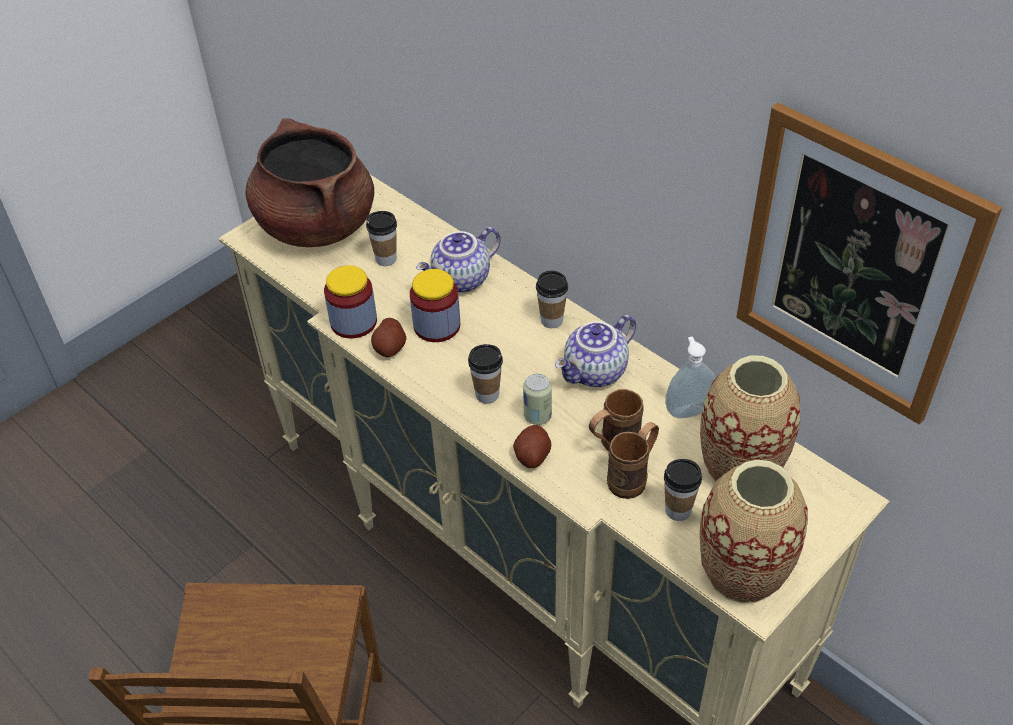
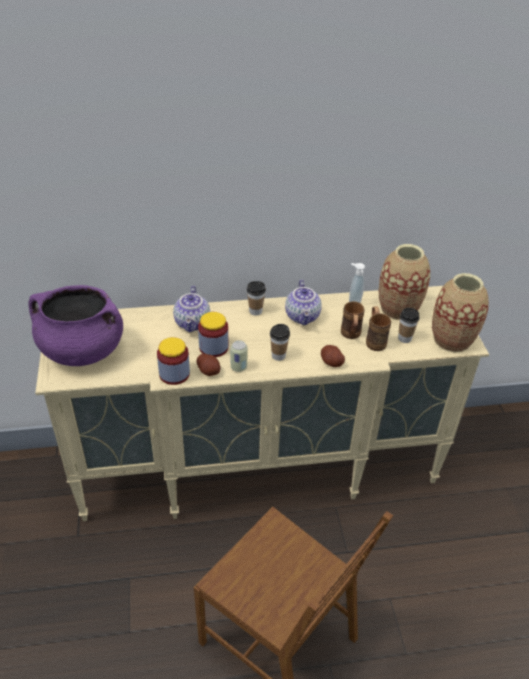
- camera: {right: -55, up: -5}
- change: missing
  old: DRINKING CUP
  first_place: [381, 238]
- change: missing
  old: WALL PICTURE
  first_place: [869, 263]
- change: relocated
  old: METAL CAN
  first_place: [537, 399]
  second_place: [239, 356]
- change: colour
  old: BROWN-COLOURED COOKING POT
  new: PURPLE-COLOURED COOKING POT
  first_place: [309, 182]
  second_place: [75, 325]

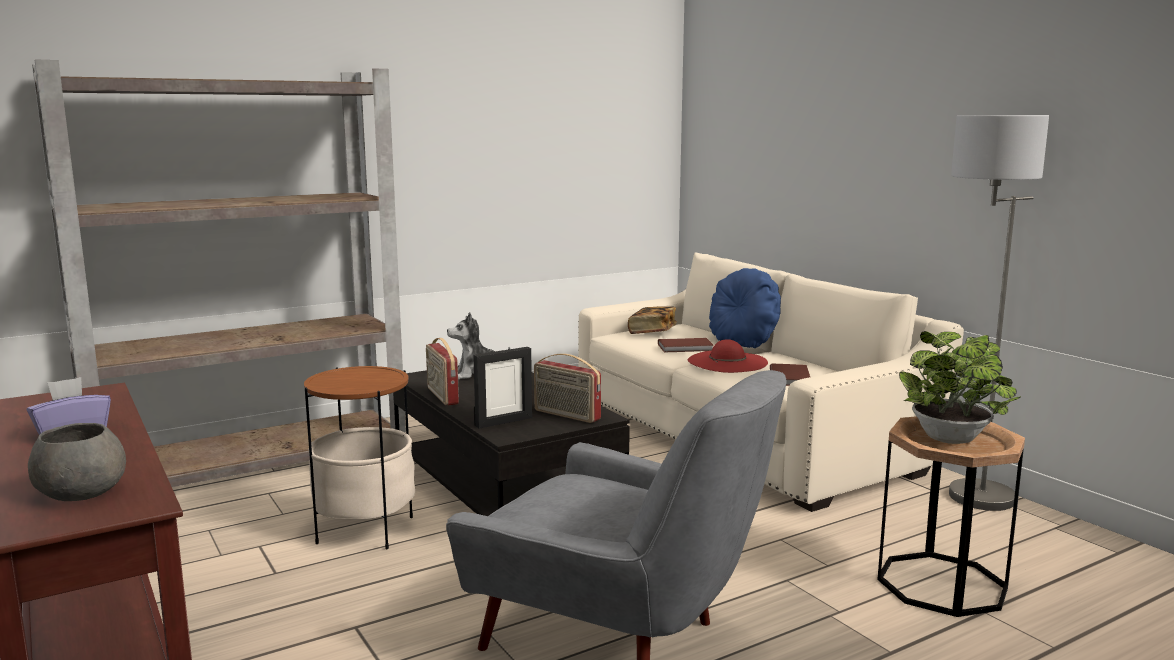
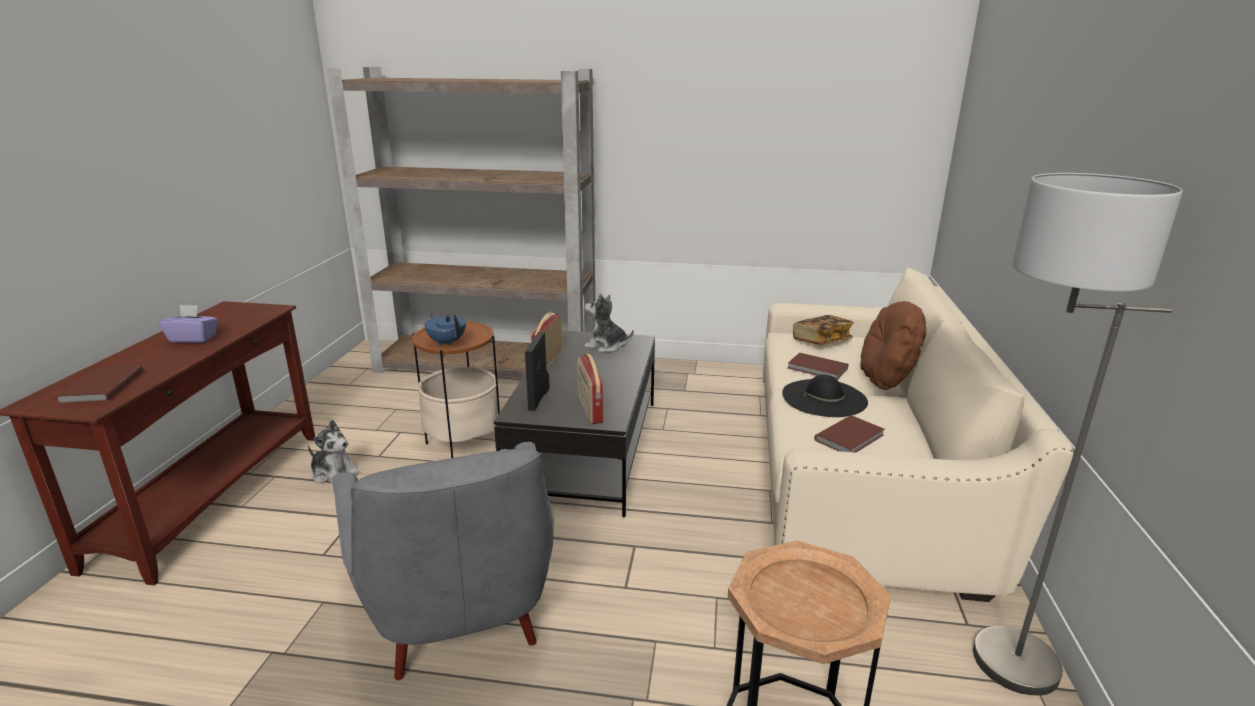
- camera: {right: 40, up: 10}
- change: missing
  old: PLANT IN A POT
  first_place: [960, 387]
- change: appeared
  new: SOFT TOY
  second_place: [334, 452]
- change: appeared
  new: BLUISH TEA POT
  second_place: [445, 330]
- change: exchanged
  old: GREY DEEP DISH
  new: BROWN-COLOURED BOUND BOOK
  first_place: [77, 462]
  second_place: [99, 384]
- change: colour
  old: REDDISH HAT
  new: BLACK-COLOURED HAT
  first_place: [728, 356]
  second_place: [825, 395]
- change: colour
  old: BLUISH CUSHION
  new: BROWN-COLOURED CUSHION
  first_place: [745, 308]
  second_place: [893, 345]
- change: spun
  old: STANDING FRAME
  first_place: [502, 388]
  second_place: [537, 371]
  degrees: 90

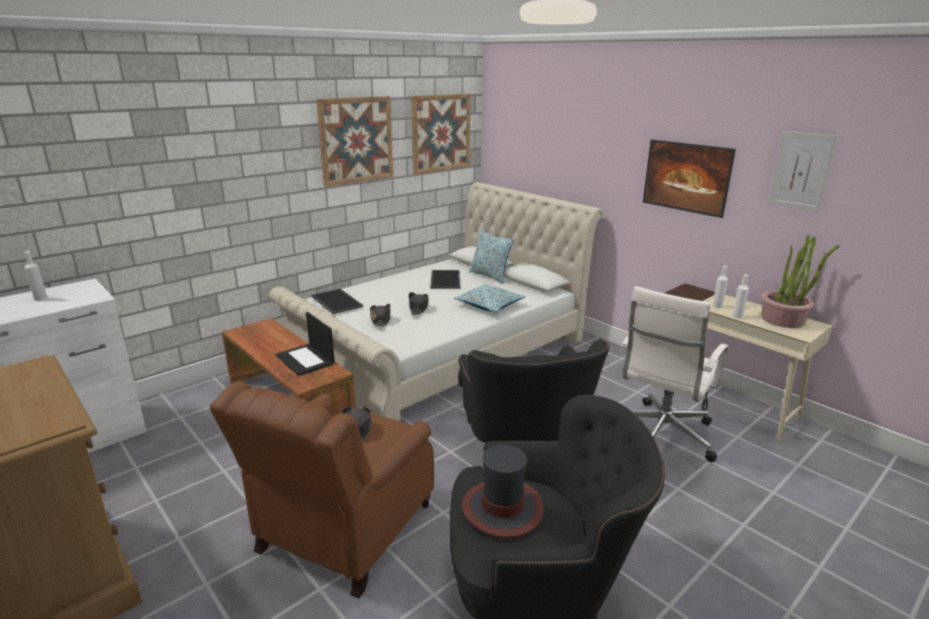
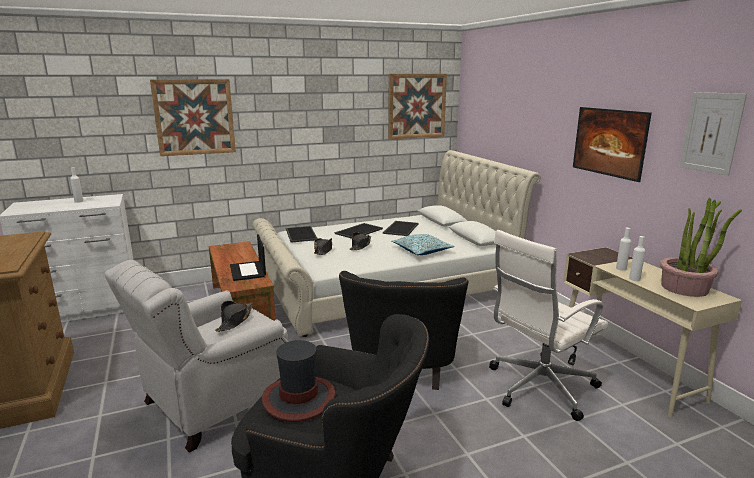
- camera: {right: 20, up: -5}
- change: missing
  old: CUSHION
  first_place: [491, 257]
- change: appeared
  new: TRAY
  second_place: [359, 231]
- change: relocated
  old: WALL PICTURE
  first_place: [354, 141]
  second_place: [193, 117]
- change: colour
  old: BROWN-COLOURED LOUNGE CHAIR
  new: WHITE-COLOURED LOUNGE CHAIR
  first_place: [322, 490]
  second_place: [196, 356]

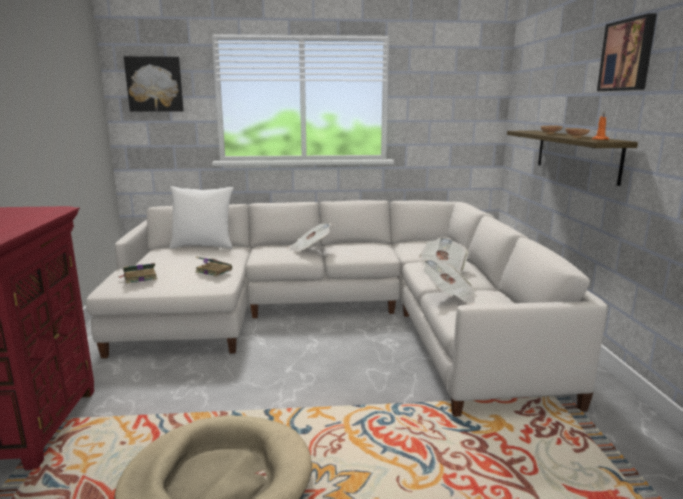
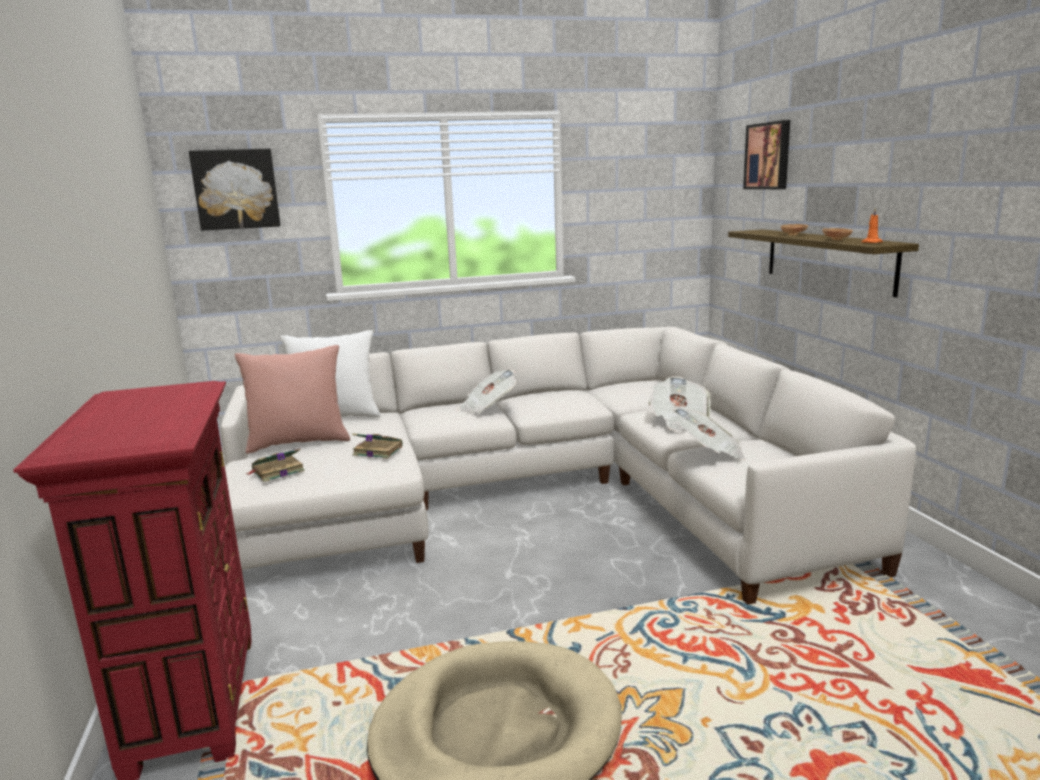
- camera: {right: -10, up: 0}
- change: appeared
  new: PINK-COLOURED CUSHION
  second_place: [292, 399]
- change: relocated
  old: WALL PICTURE
  first_place: [627, 52]
  second_place: [766, 154]

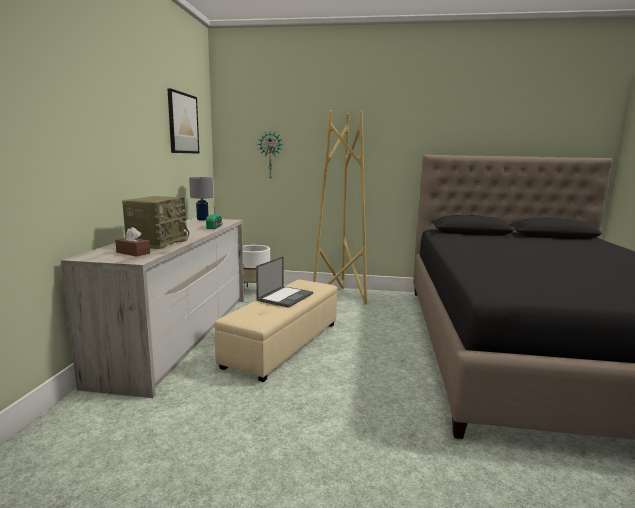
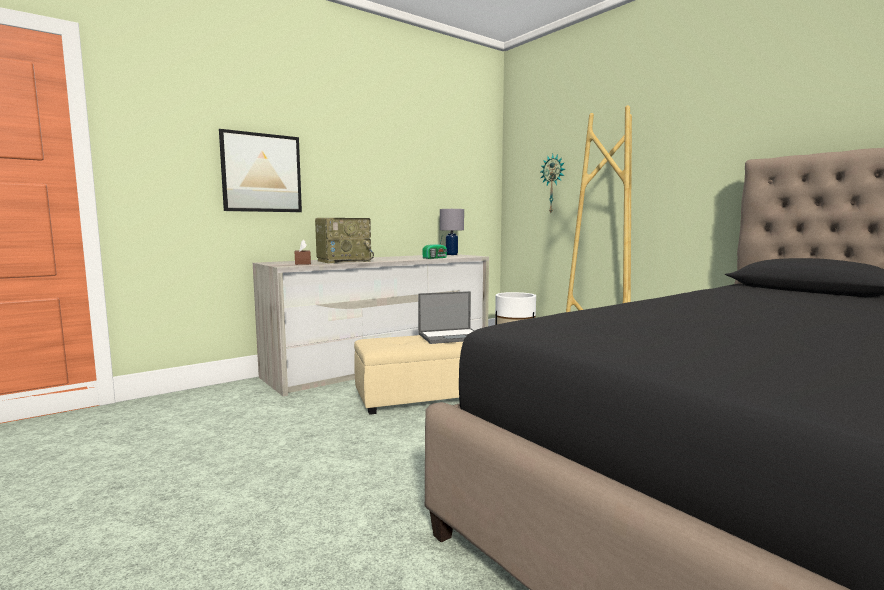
- camera: {right: 45, up: -5}
- change: relocated
  old: WALL PICTURE
  first_place: [183, 121]
  second_place: [260, 170]

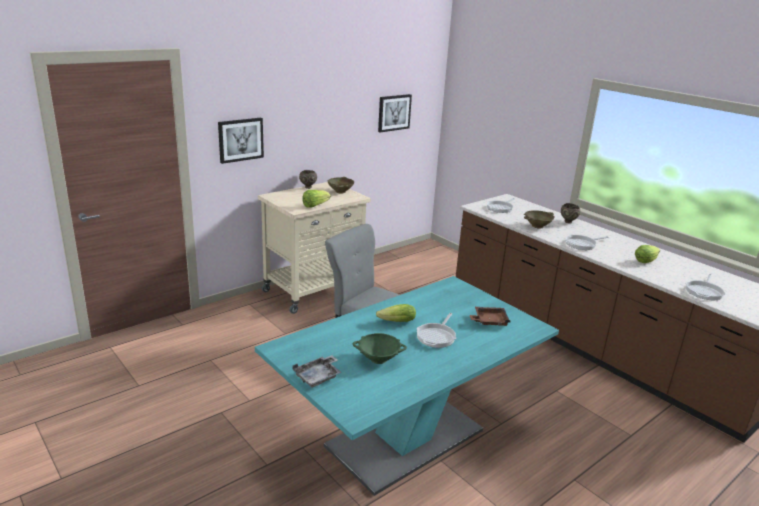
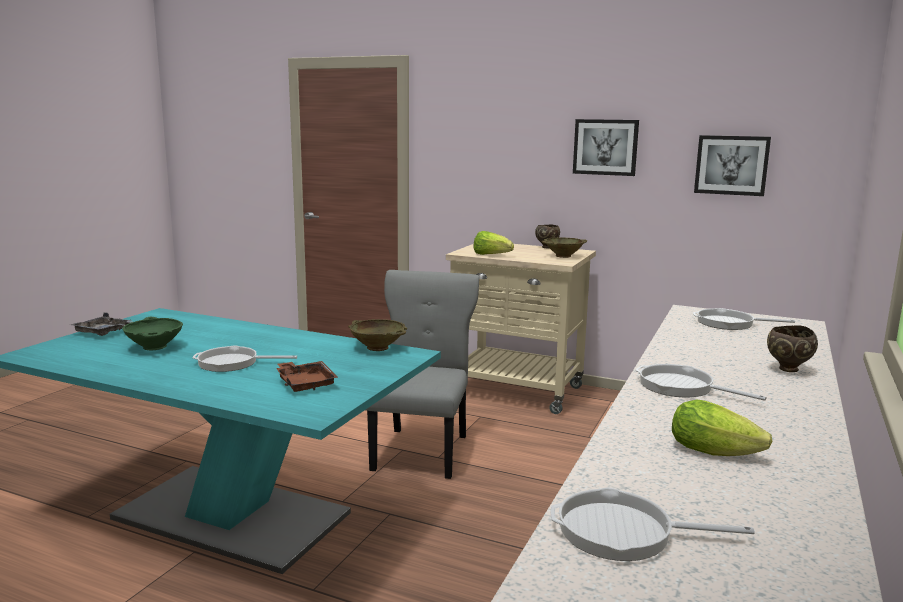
- camera: {right: 65, up: -10}
- change: missing
  old: HEAD OF LETTUCE
  first_place: [396, 313]
- change: relocated
  old: WALL PICTURE
  first_place: [241, 141]
  second_place: [606, 147]
- change: relocated
  old: BEIGE DEEP DISH
  first_place: [539, 219]
  second_place: [377, 335]

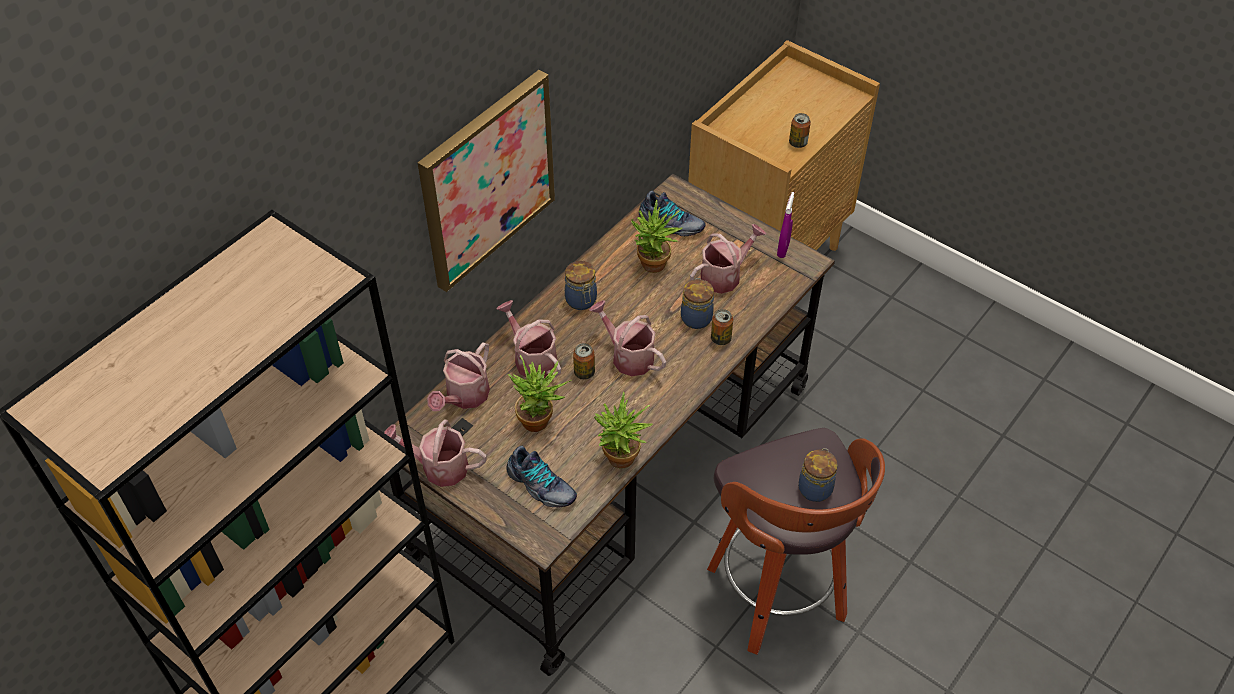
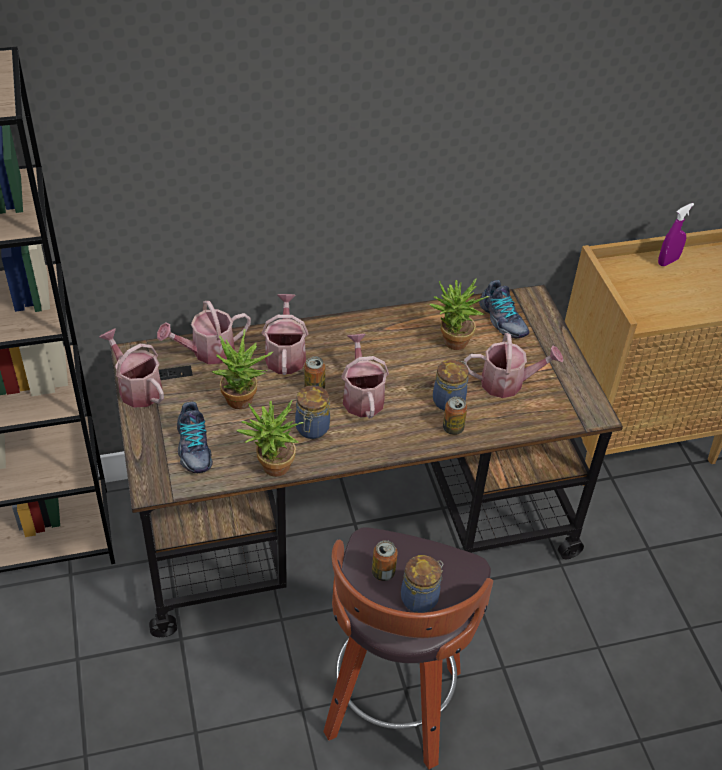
- camera: {right: 35, up: -5}
- change: missing
  old: WALL PICTURE
  first_place: [486, 181]
- change: relocated
  old: JAR
  first_place: [581, 285]
  second_place: [312, 412]
- change: relocated
  old: PURPLE-COLOURED SPRAYER
  first_place: [785, 225]
  second_place: [676, 234]
- change: relocated
  old: METAL CAN
  first_place: [800, 130]
  second_place: [385, 560]

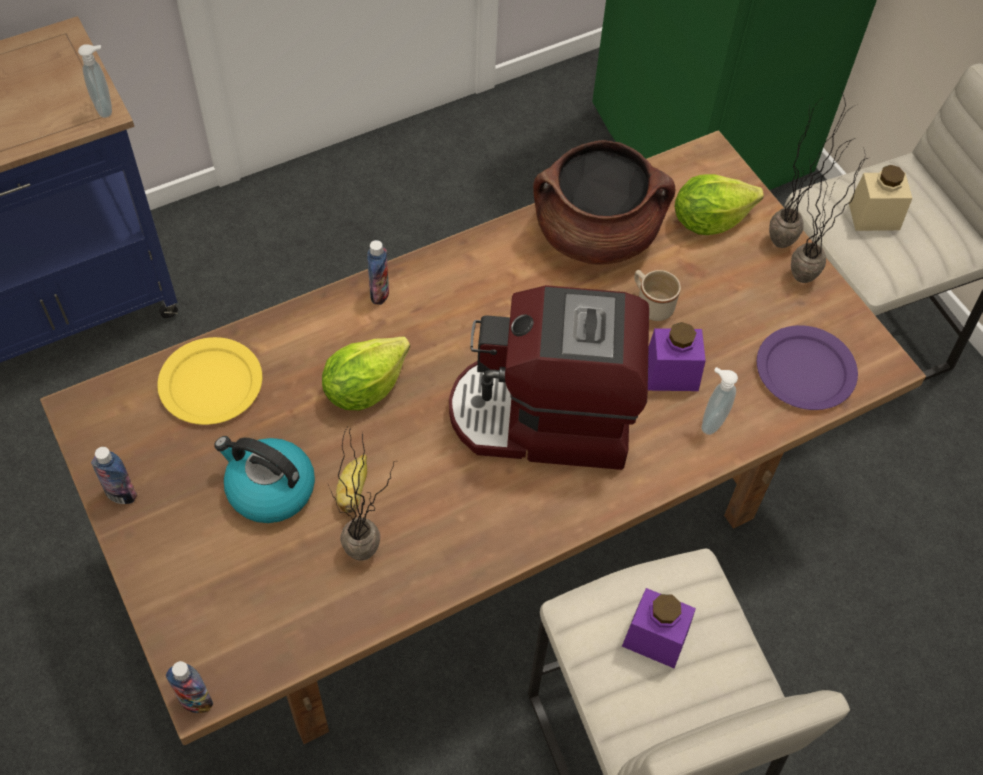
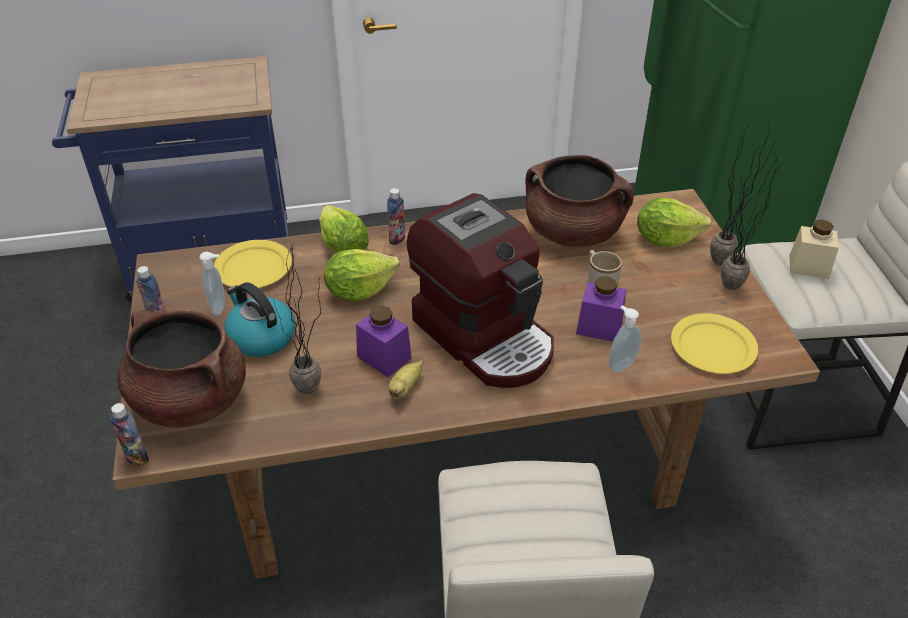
- camera: {right: 20, up: -15}
- change: appeared
  new: BROWN-COLOURED COOKING POT
  second_place: [181, 368]
- change: appeared
  new: HEAD OF LETTUCE
  second_place: [344, 229]
- change: relocated
  old: SOAP DISPENSER
  first_place: [95, 81]
  second_place: [212, 283]
- change: relocated
  old: WHOLE BANANA
  first_place: [351, 483]
  second_place: [405, 379]
- change: relocated
  old: PURPLE-COLOURED JAR
  first_place: [659, 628]
  second_place: [384, 341]
- change: colour
  old: PURPLE-COLOURED FLAT DISH
  new: YELLOW FLAT DISH
  first_place: [807, 367]
  second_place: [714, 343]
- change: spun
  old: COFFEE MACHINE
  first_place: [549, 377]
  second_place: [480, 290]
  degrees: -150

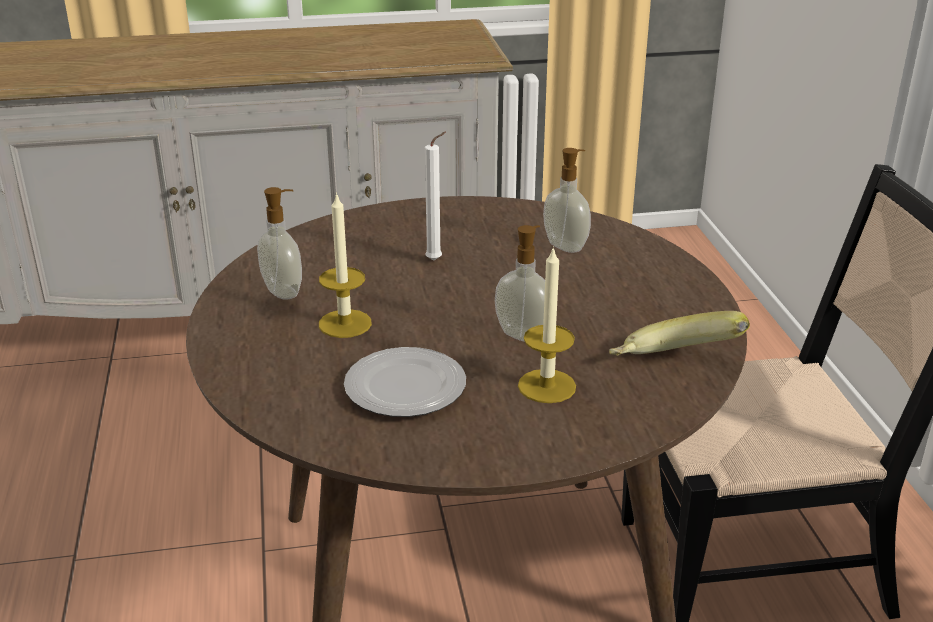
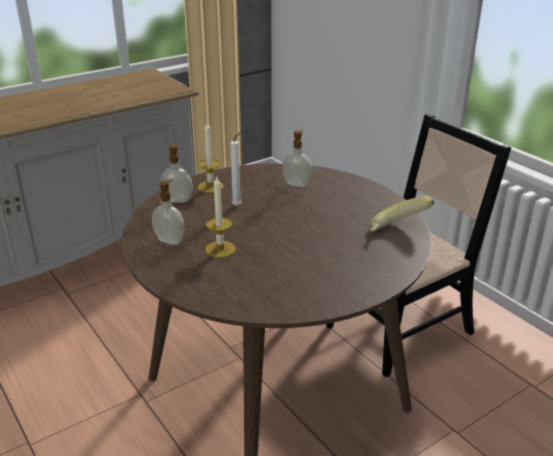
- camera: {right: -25, up: 0}
- change: missing
  old: FLAT DISH
  first_place: [405, 382]
- change: relocated
  old: SOAP DISPENSER
  first_place: [520, 283]
  second_place: [176, 173]
- change: relocated
  old: CANDLE
  first_place: [547, 324]
  second_place: [211, 158]

